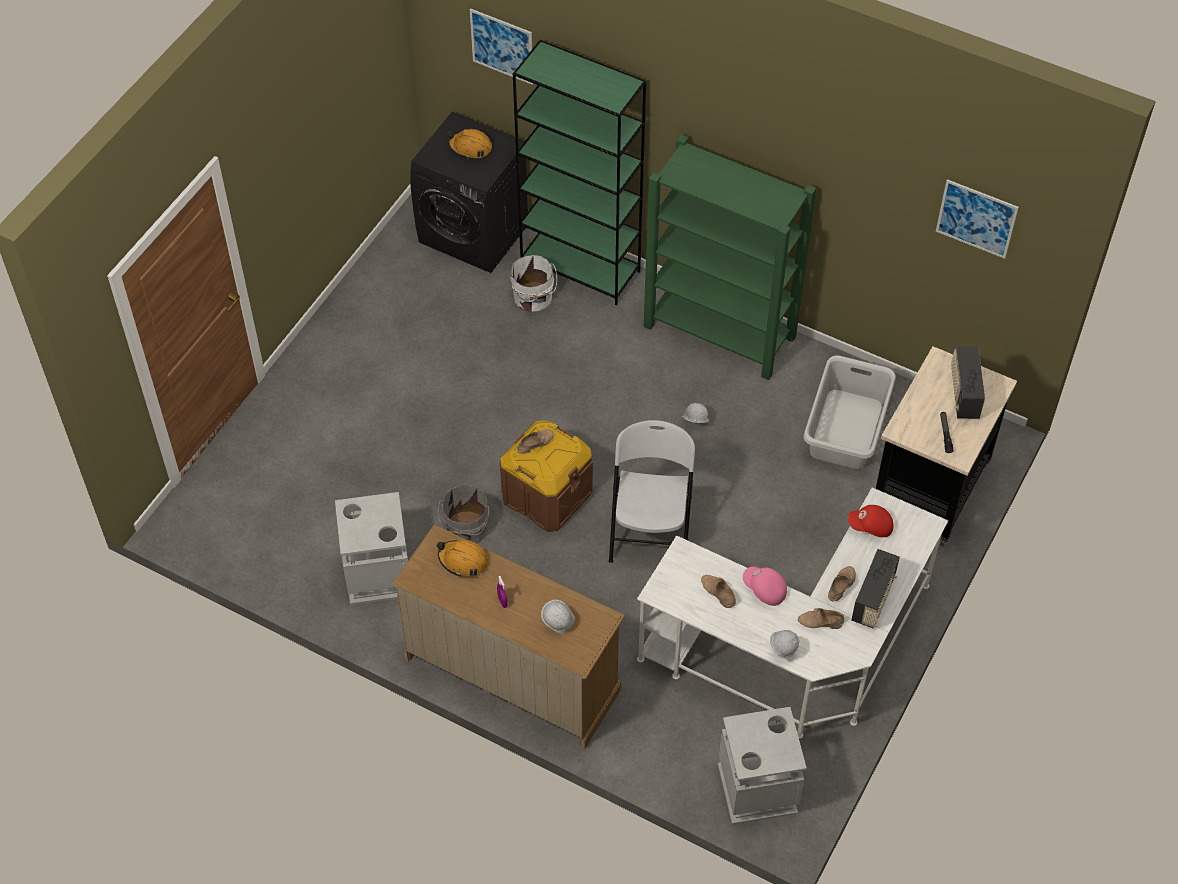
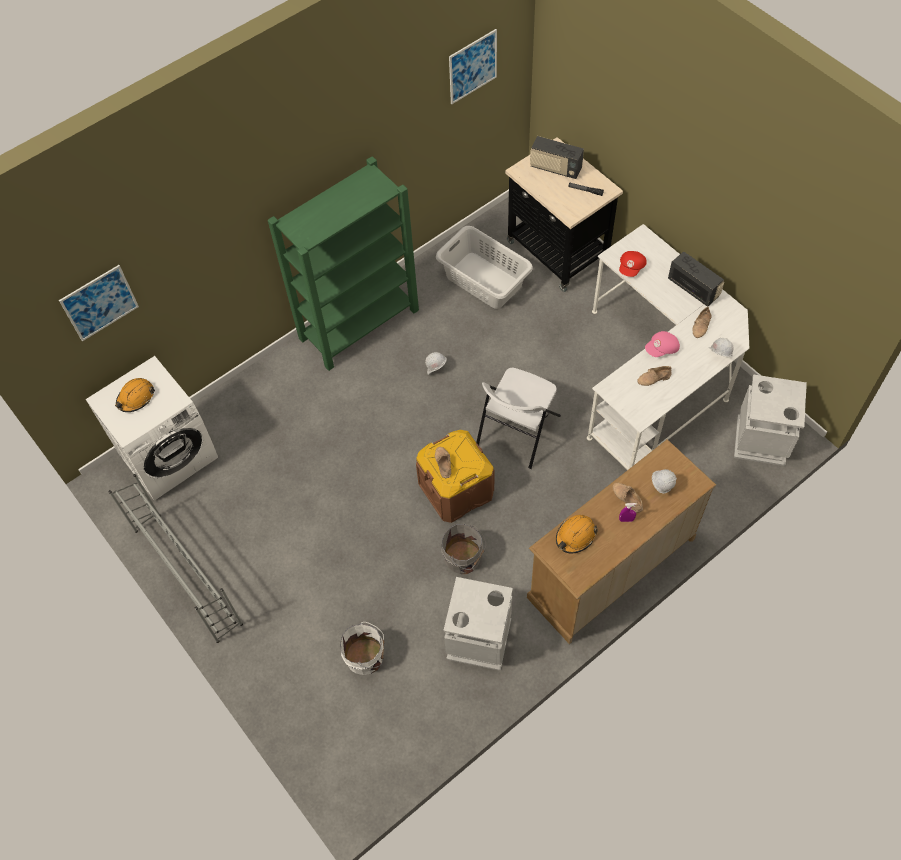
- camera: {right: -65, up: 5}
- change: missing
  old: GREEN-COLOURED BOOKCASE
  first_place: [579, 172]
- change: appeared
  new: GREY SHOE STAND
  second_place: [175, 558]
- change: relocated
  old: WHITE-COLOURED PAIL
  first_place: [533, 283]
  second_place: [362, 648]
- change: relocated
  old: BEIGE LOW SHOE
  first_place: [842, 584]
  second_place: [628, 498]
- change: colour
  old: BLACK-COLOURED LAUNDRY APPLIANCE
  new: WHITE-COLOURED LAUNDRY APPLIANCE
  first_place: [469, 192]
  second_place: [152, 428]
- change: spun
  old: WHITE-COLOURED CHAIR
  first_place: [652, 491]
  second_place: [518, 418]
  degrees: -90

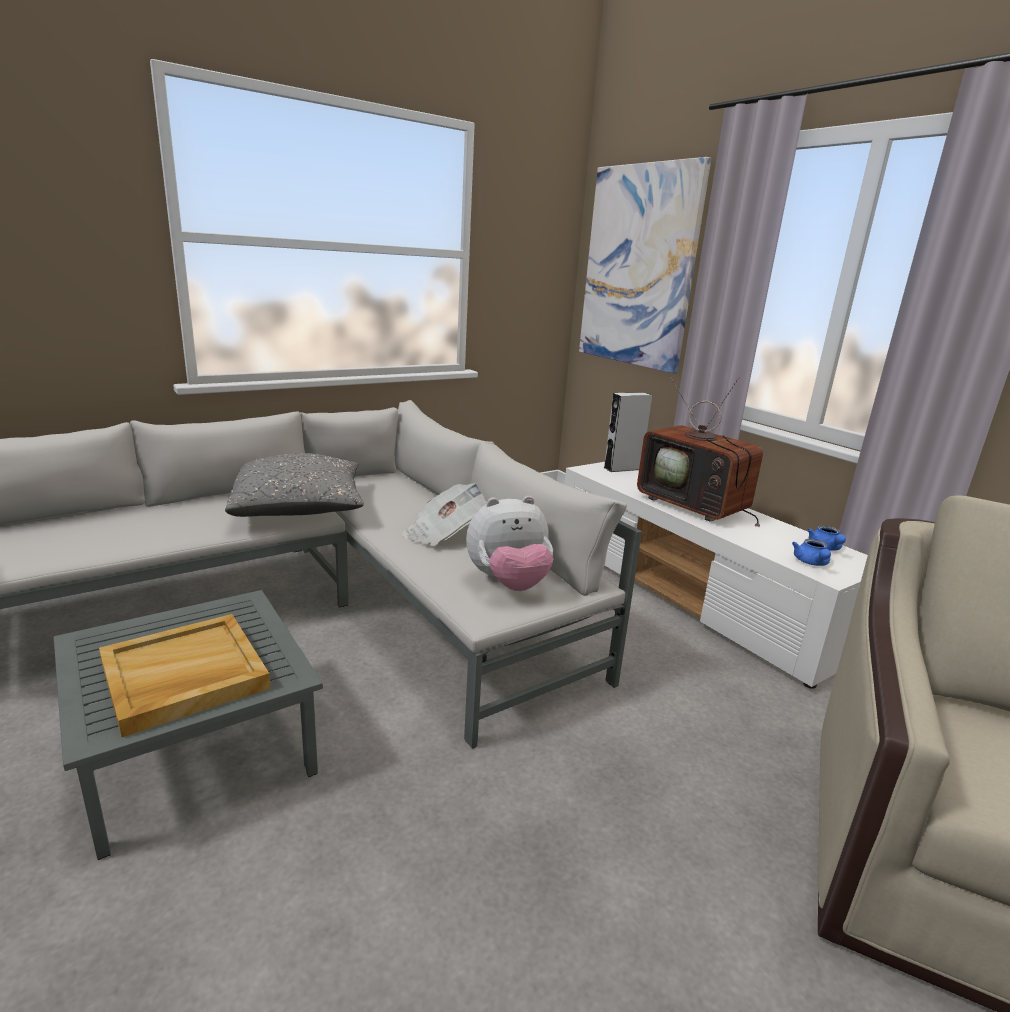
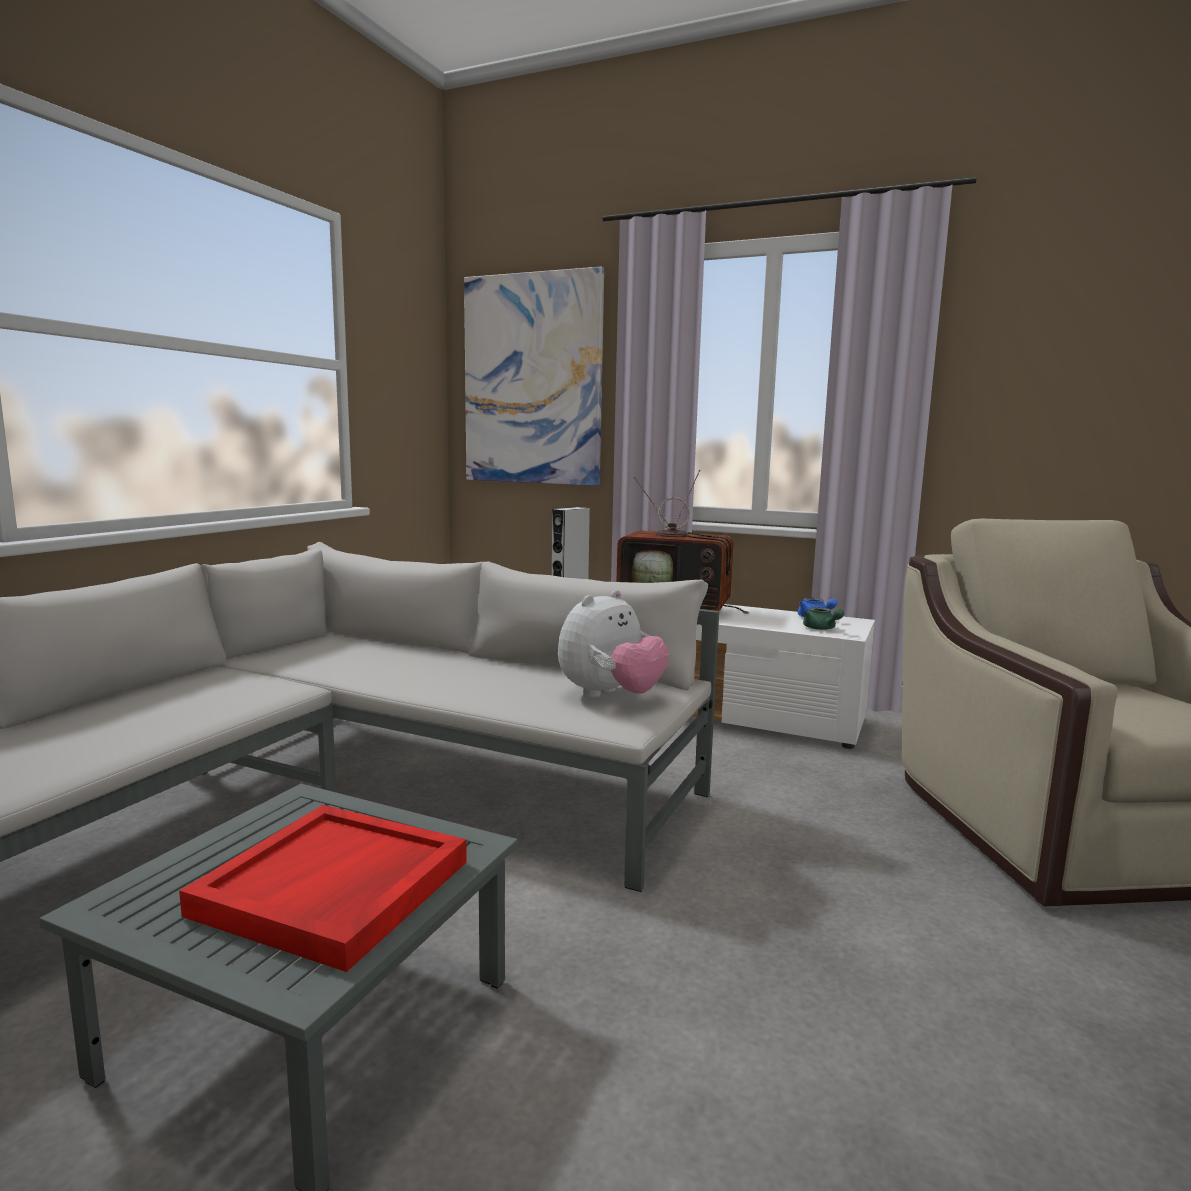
- camera: {right: -30, up: -10}
- change: missing
  old: GREY CUSHION
  first_place: [294, 485]
- change: missing
  old: PRINTED PAPER
  first_place: [444, 514]
- change: colour
  old: BEIGE TRAY
  new: REDDISH TRAY
  first_place: [185, 676]
  second_place: [323, 888]
- change: colour
  old: BLUISH TEA POT
  new: GREEN-COLOURED TEA POT
  first_place: [811, 552]
  second_place: [823, 618]

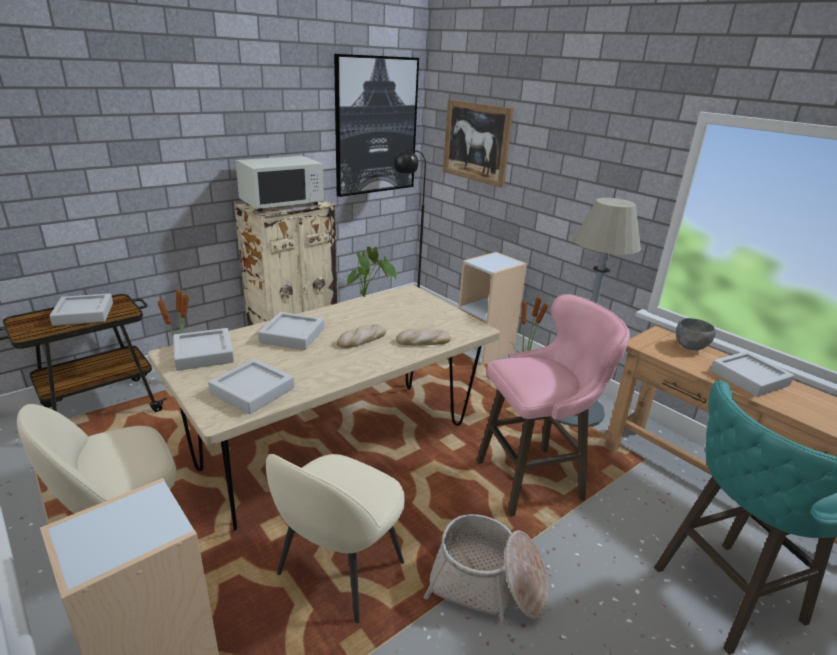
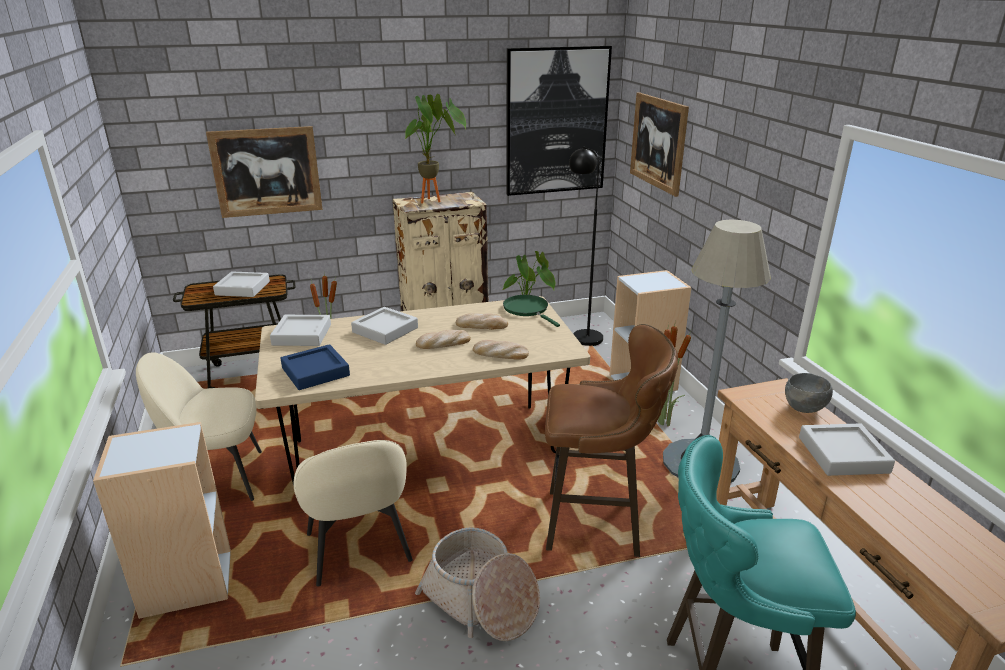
- camera: {right: 25, up: 0}
- change: appeared
  new: WALL PICTURE
  second_place: [264, 172]
- change: appeared
  new: BREAD
  second_place: [482, 321]
- change: appeared
  new: GREEN-COLOURED PAN
  second_place: [531, 311]
- change: exchanged
  old: WHITE-COLOURED KITCHEN MICROWAVE
  new: PLANT IN A POT
  first_place: [279, 184]
  second_place: [435, 148]
- change: colour
  old: GREY TRAY
  new: BLUISH TRAY
  first_place: [251, 387]
  second_place: [315, 367]
- change: colour
  old: PINK-COLOURED SITTING STOOL
  new: BROWN-COLOURED SITTING STOOL
  first_place: [553, 405]
  second_place: [611, 440]
- change: spun
  old: BEIGE CHAIR
  first_place: [335, 538]
  second_place: [353, 513]
  degrees: -75

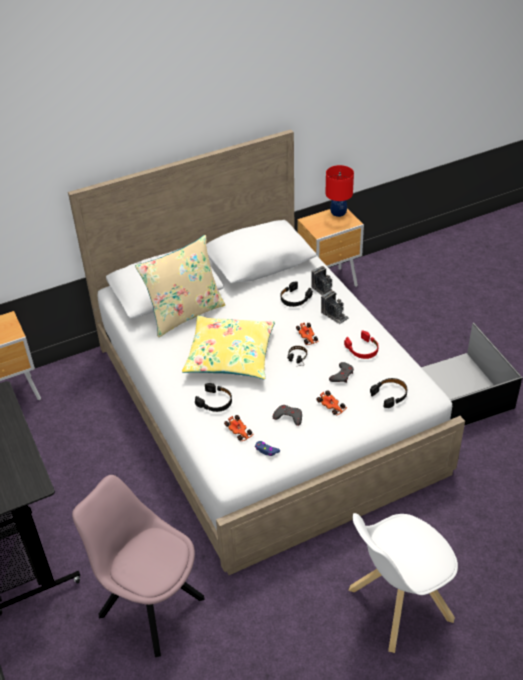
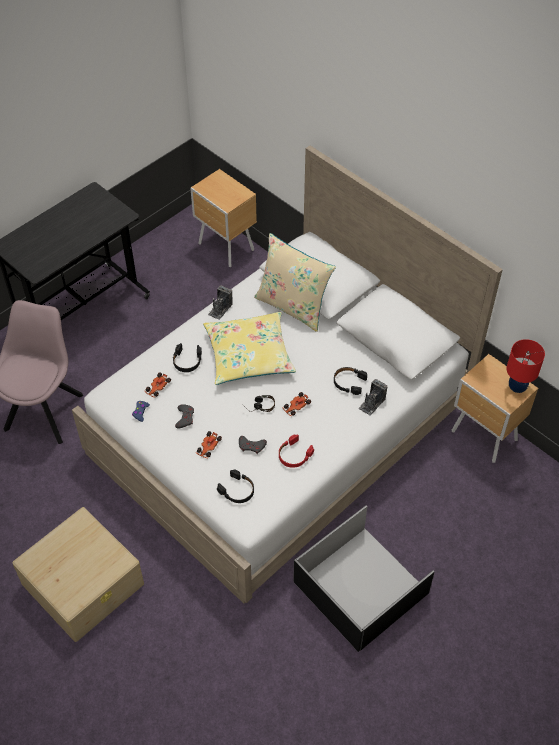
- camera: {right: 70, up: 10}
- change: relocated
  old: PHOTO CAMERA
  first_place: [335, 307]
  second_place: [220, 302]
- change: exchanged
  old: WHITE-COLOURED CHAIR
  new: BEIGE STORAGE BOX
  first_place: [403, 583]
  second_place: [78, 574]

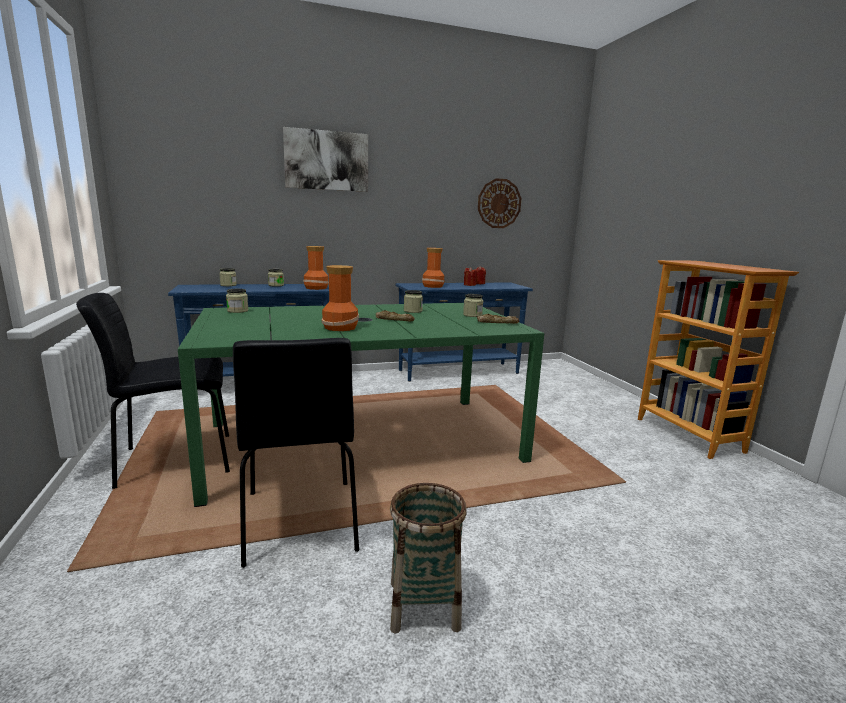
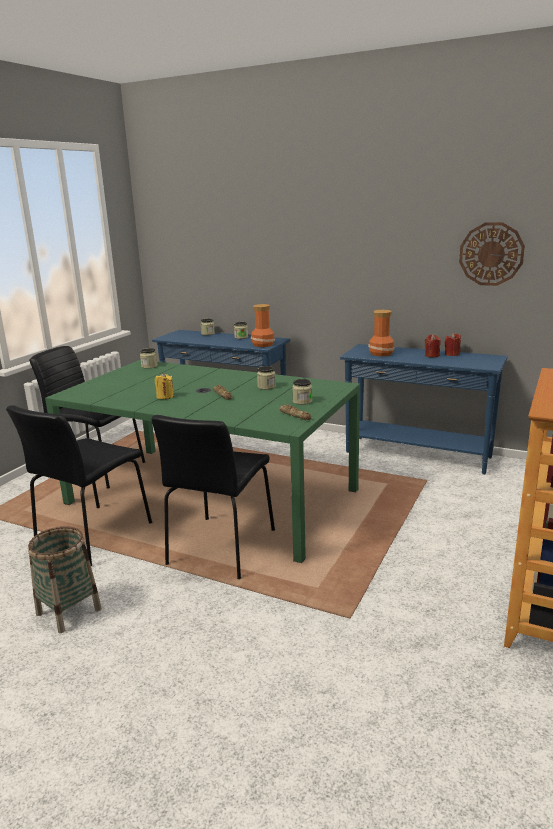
- camera: {right: 45, up: 5}
- change: missing
  old: WALL PICTURE
  first_place: [325, 159]
- change: appeared
  new: BLACK-COLOURED CHAIR
  second_place: [213, 497]
- change: exchanged
  old: FLOWER VASE
  new: YELLOW CANDLE
  first_place: [340, 298]
  second_place: [164, 386]

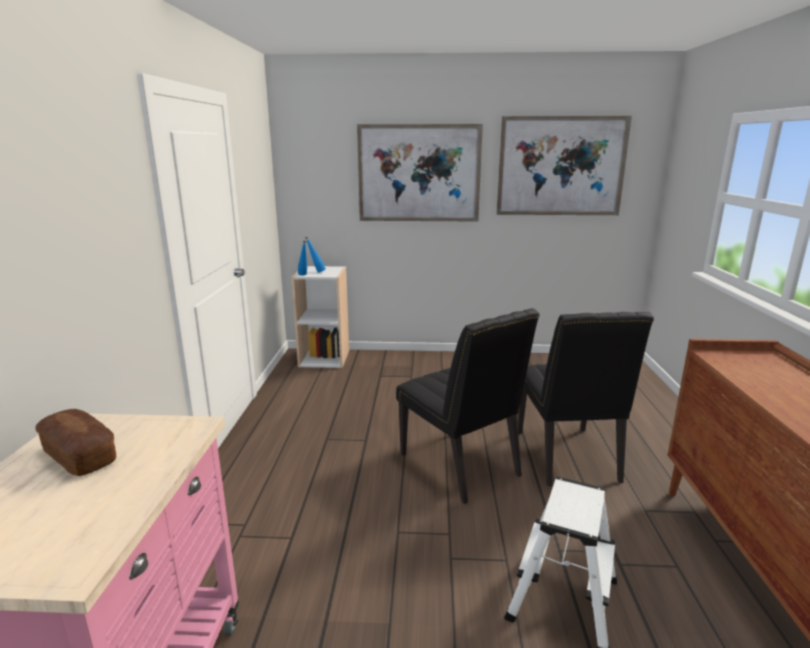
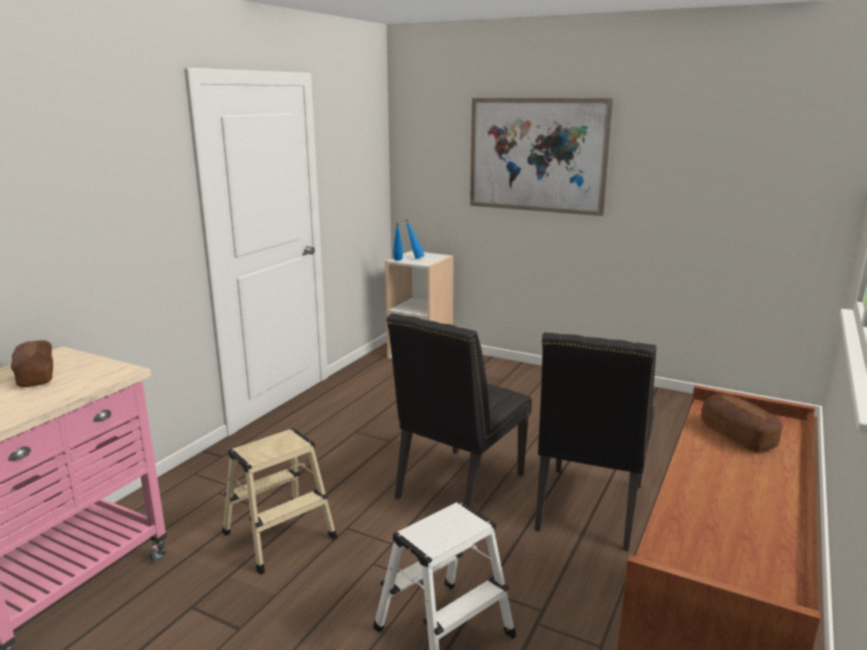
- camera: {right: 25, up: 0}
- change: missing
  old: WALL PICTURE
  first_place: [564, 165]
- change: appeared
  new: BEIGE STEPLADDER
  second_place: [279, 501]
- change: appeared
  new: BREAD
  second_place: [742, 423]
- change: spun
  old: BLACK-COLOURED CHAIR
  first_place: [468, 406]
  second_place: [459, 410]
  degrees: 45

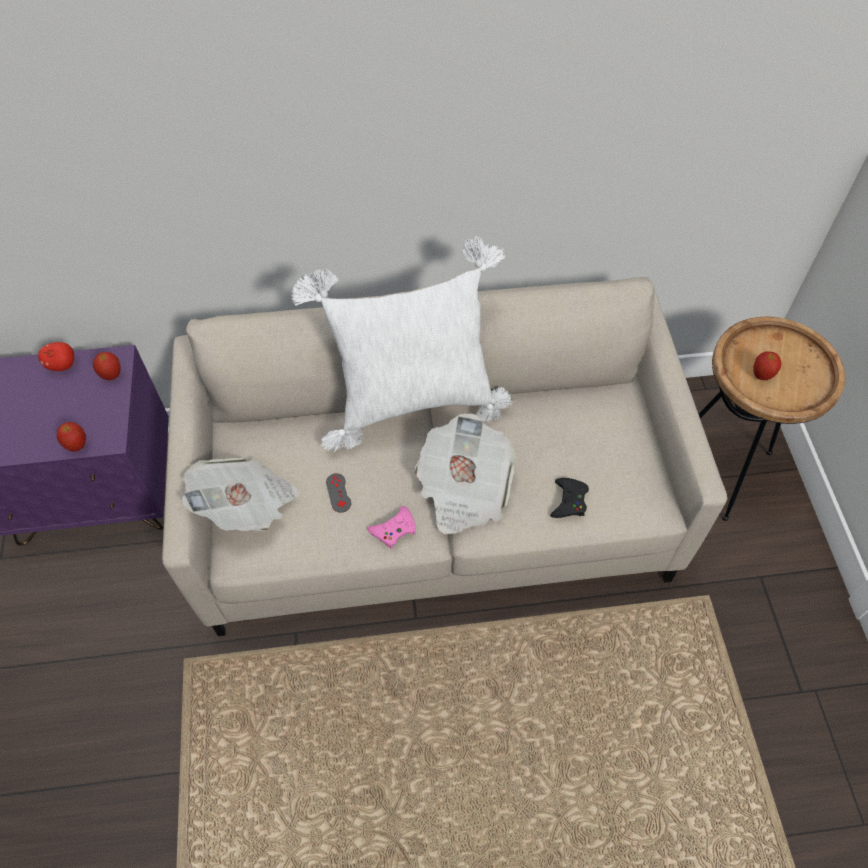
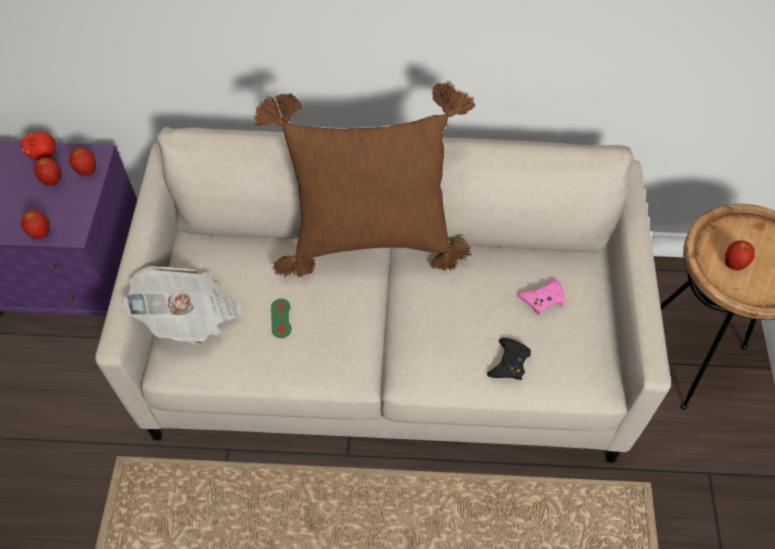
- camera: {right: 10, up: 0}
- change: missing
  old: PRINTED PAPER
  first_place: [466, 474]
- change: appeared
  new: APPLE FRUIT
  second_place: [47, 172]
- change: relocated
  old: PINK-COLOURED JOYPAD
  first_place: [391, 527]
  second_place: [541, 297]
- change: colour
  old: WHITE-COLOURED CUSHION
  new: BROWN-COLOURED CUSHION
  first_place: [402, 344]
  second_place: [364, 178]
- change: colour
  old: GREY JOYPAD
  new: GREEN-COLOURED JOYPAD
  first_place: [338, 493]
  second_place: [281, 318]

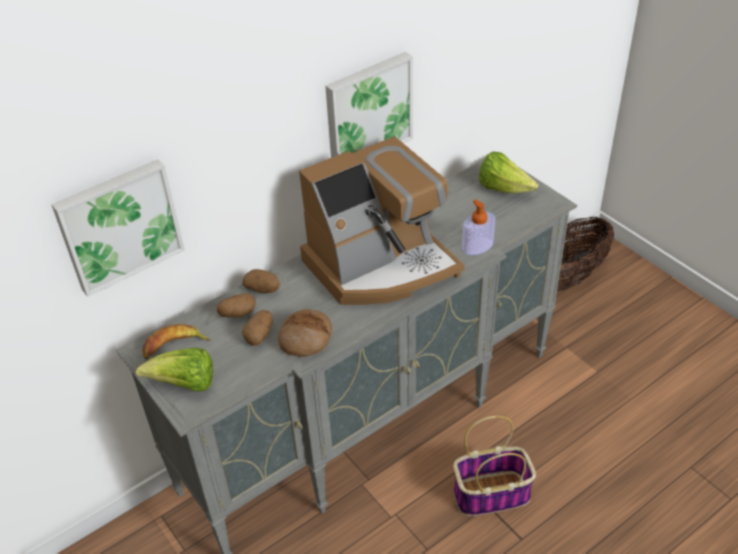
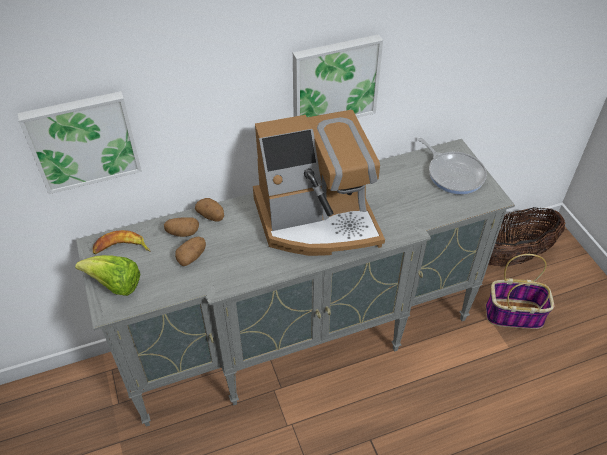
- camera: {right: 15, up: 5}
- change: missing
  old: BREAD
  first_place: [305, 333]
- change: missing
  old: SOAP DISPENSER
  first_place: [478, 227]
- change: relocated
  old: STORAGE BASKET
  first_place: [494, 466]
  second_place: [520, 291]
- change: exchanged
  old: HEAD OF LETTUCE
  new: PAN
  first_place: [508, 172]
  second_place: [452, 166]

